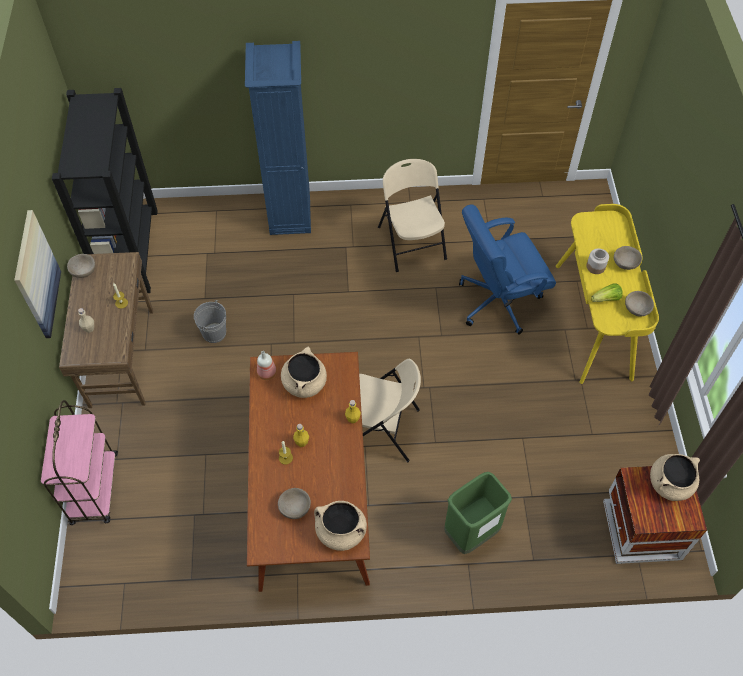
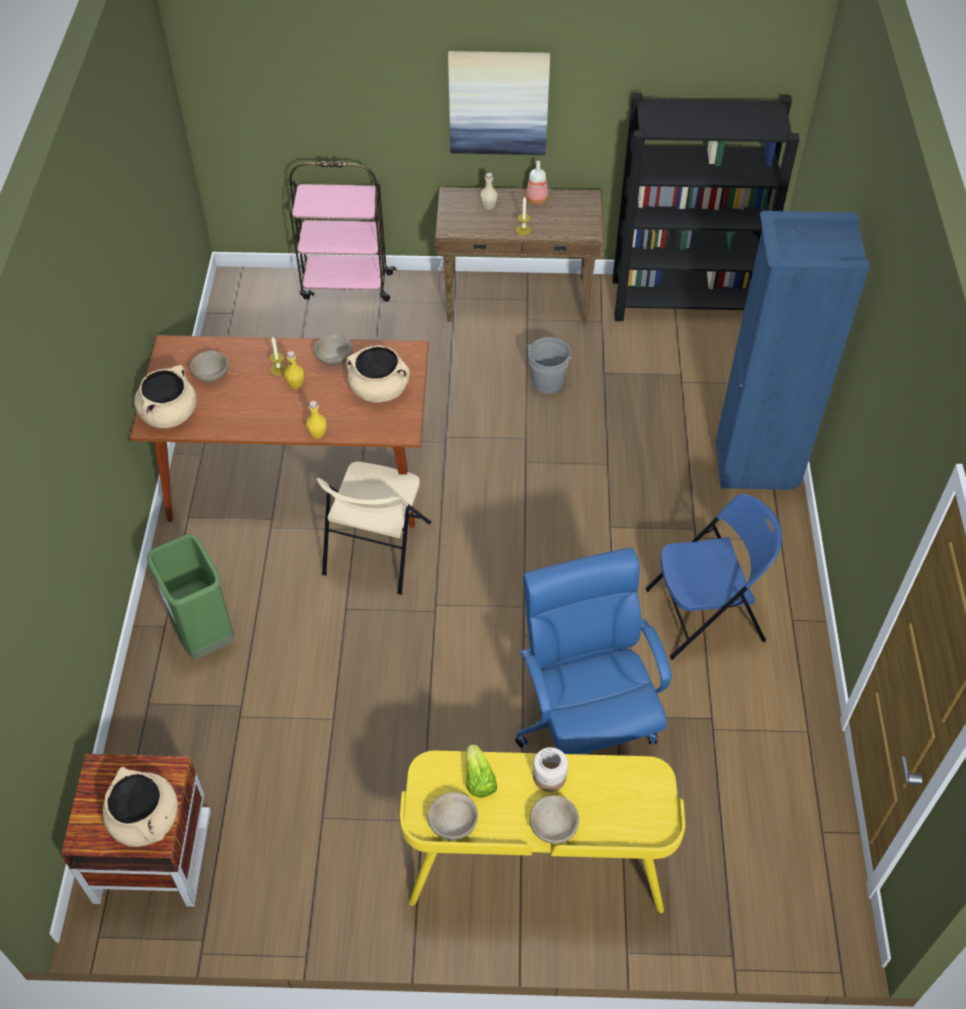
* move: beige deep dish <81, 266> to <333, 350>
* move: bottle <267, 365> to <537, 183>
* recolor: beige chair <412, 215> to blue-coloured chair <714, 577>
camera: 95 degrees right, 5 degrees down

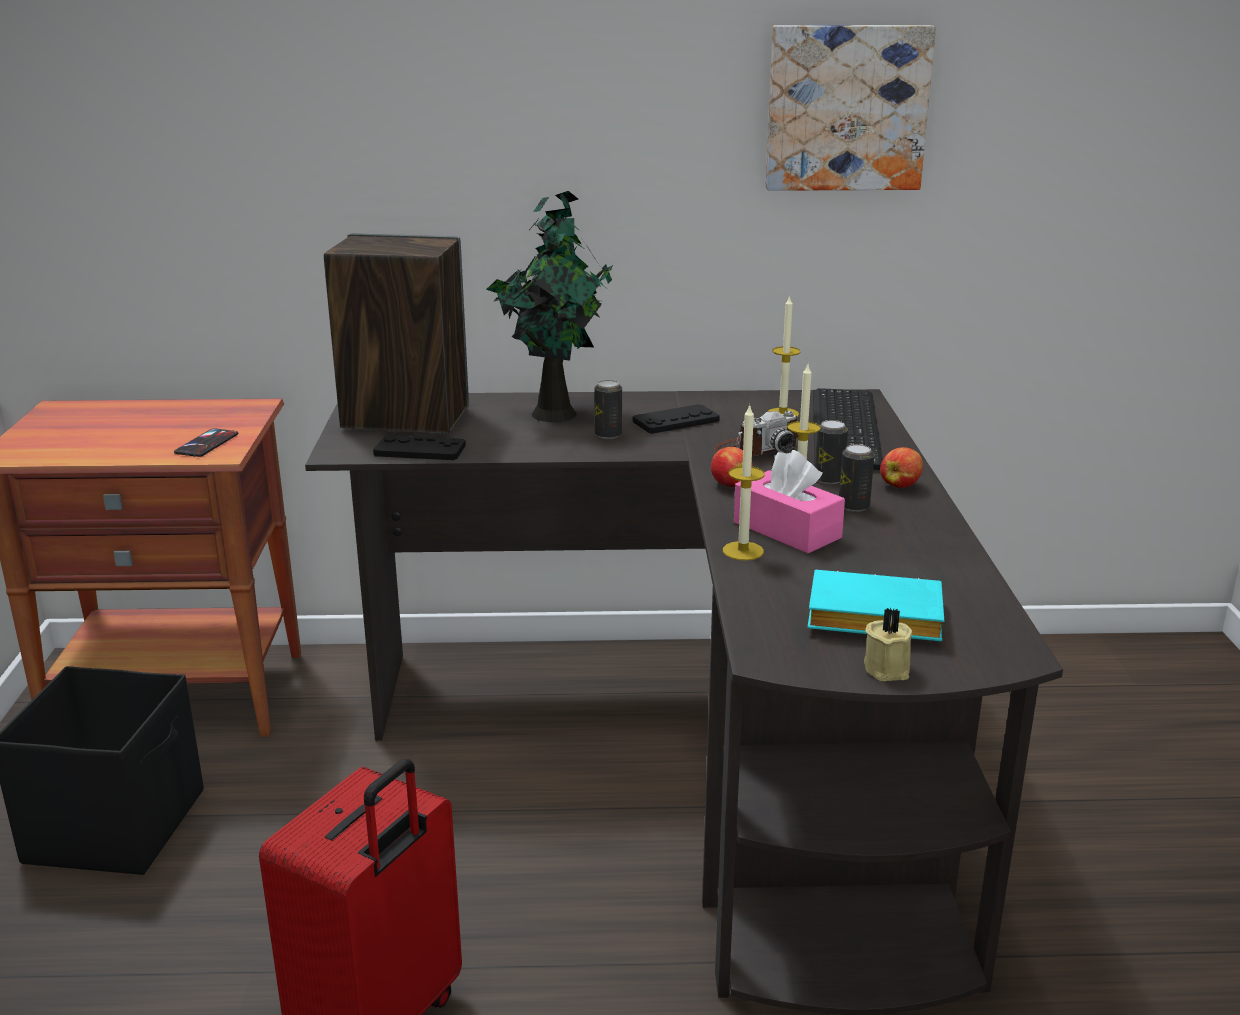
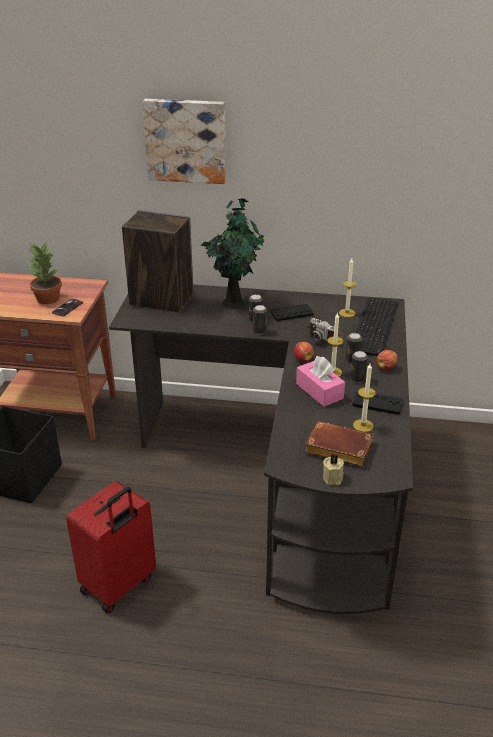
* insert: plant in a pot <44, 273>
* insert: metal can <260, 319>
* move: black gamepad <419, 447> to <377, 403>
* move: wax candle <744, 482> to <364, 397>
* move: picture <850, 108> to <184, 141>
* recolor: turquoise-coloured book <875, 605> to brown book <339, 444>
* rotate: still camera <756, 433> = <325, 330> 60 degrees clockwise
camera: 10 degrees right, 10 degrees up

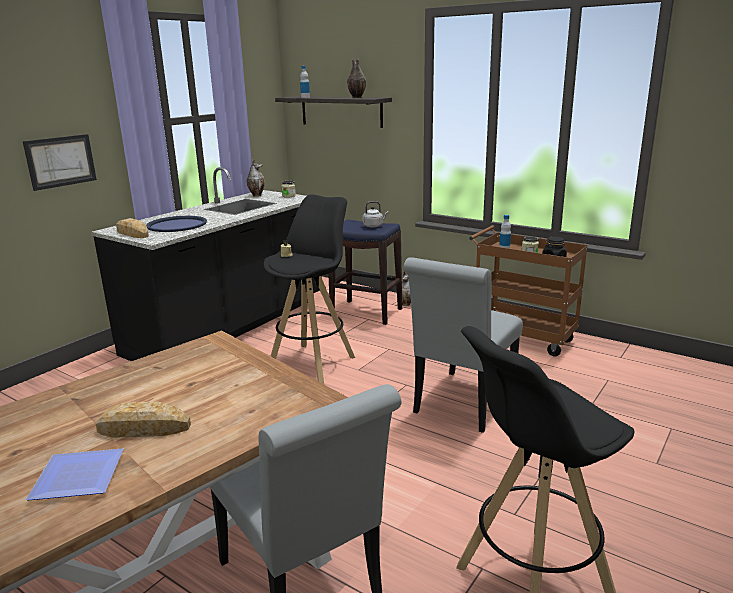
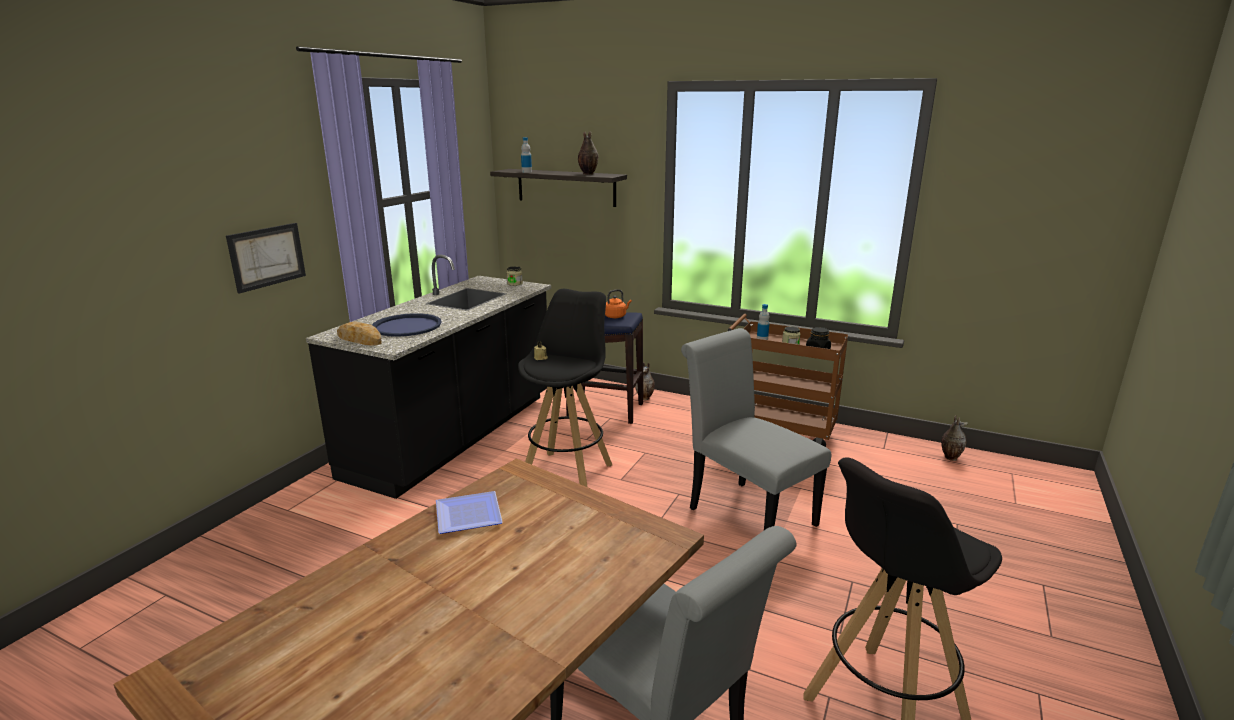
* delete: baked bread <143, 420>
* move: flat dish <74, 474> to <469, 512>
* move: vase <256, 178> to <954, 438>
* recolor: grey water kettle <375, 214> to orangey water kettle <618, 303>
* rotate: grey chair <463, 345> = <756, 429> 120 degrees clockwise
camera: 10 degrees left, 0 degrees up

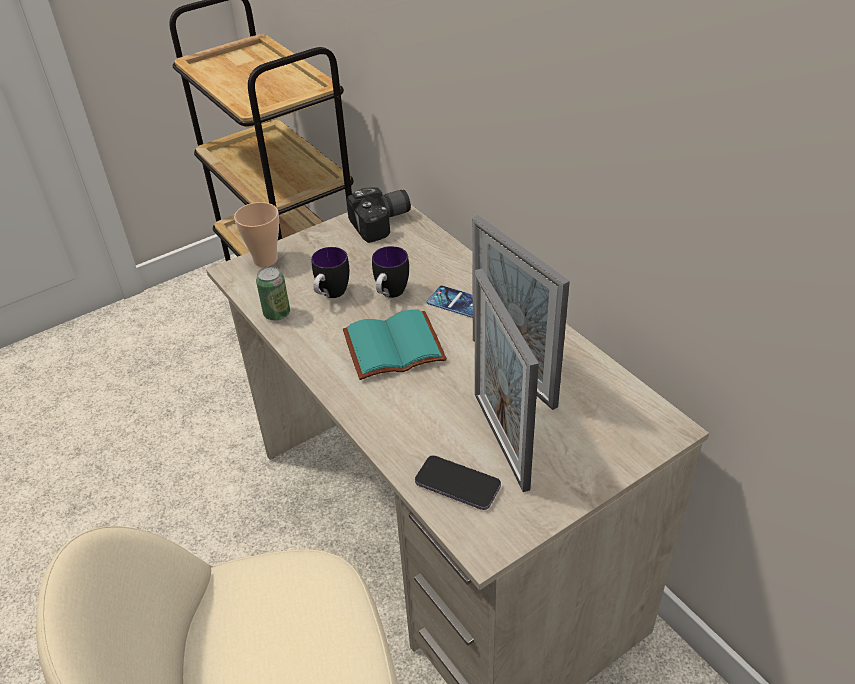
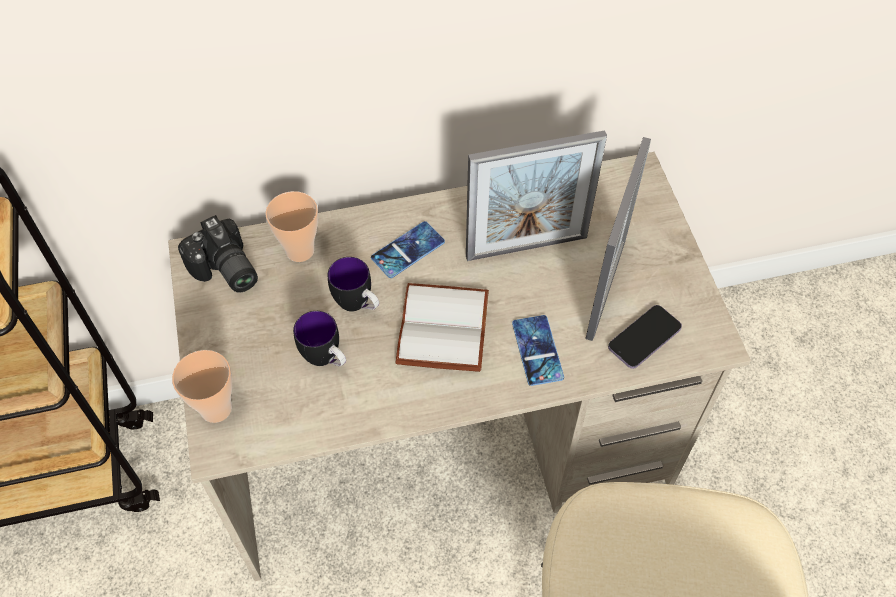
* delete: metal can <273, 293>
* insert: cup <291, 226>
* insert: handset <538, 350>
* recolor: turquoise-coloured book <395, 344> to white book <442, 327>
* rotate: still camera <378, 215> = <218, 254> 150 degrees clockwise
* rotate: photo frame <507, 380> = <618, 239> 75 degrees counterclockwise
camera: 70 degrees left, 15 degrees up

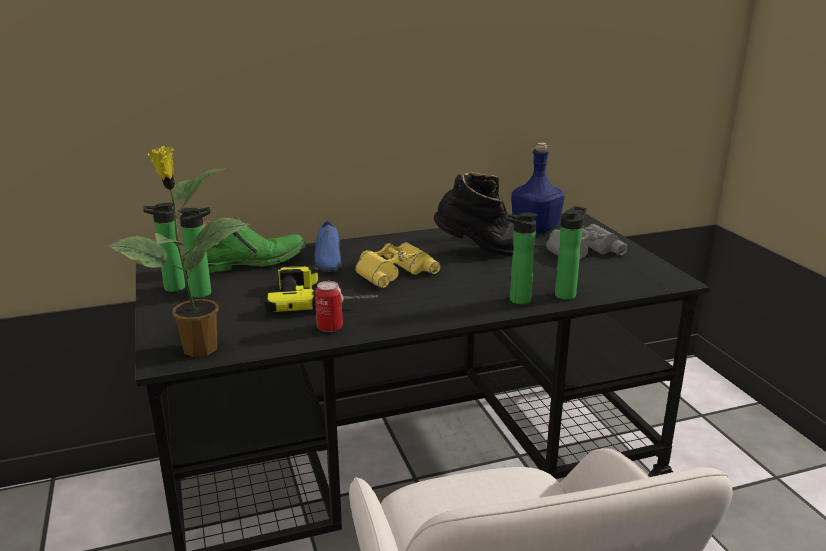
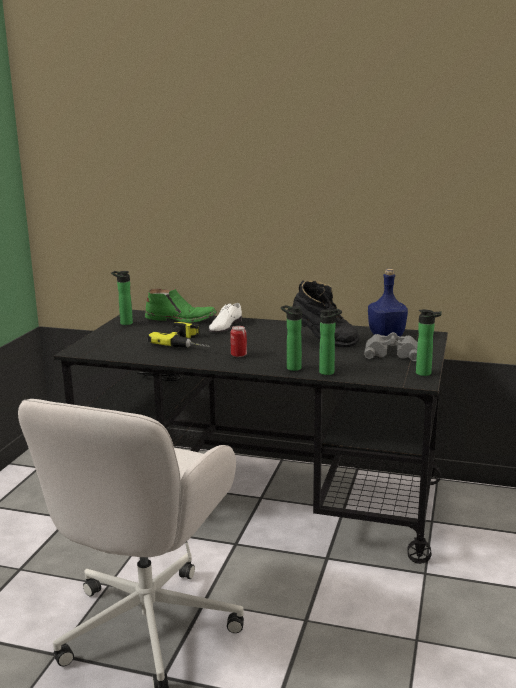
* delete: plant in a pot <178, 251>
* delete: yellow field glasses <397, 265>
* move: bottle <194, 252> to <429, 342>
* move: metal can <329, 306> to <238, 341>
* recolor: blue-coloured shoe <328, 246> to white shoe <225, 317>
camera: 35 degrees right, 5 degrees down

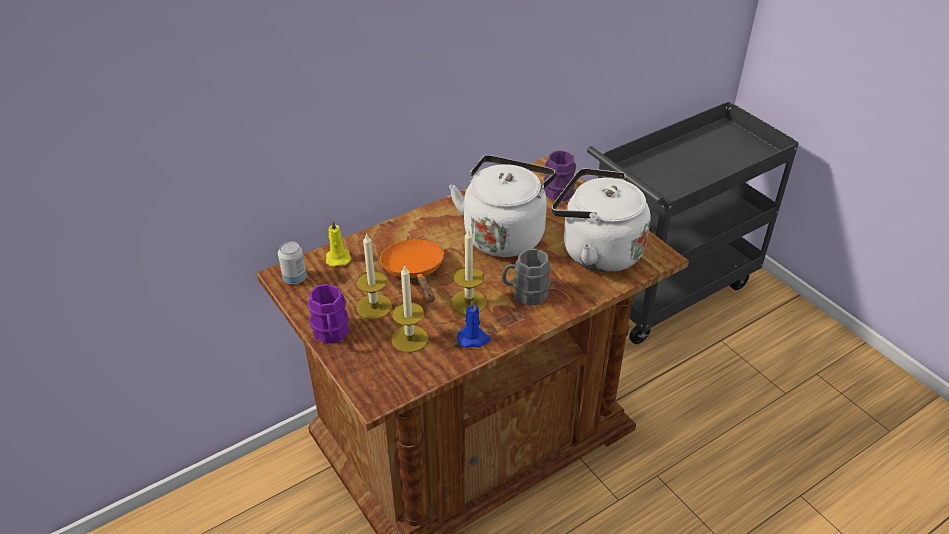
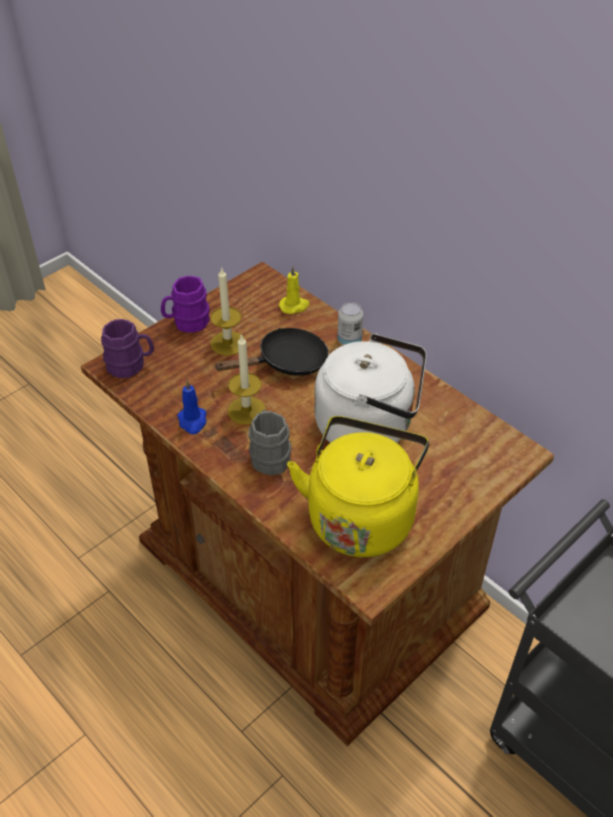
* delete: wax candle <409, 308>
* move: metal can <292, 262> to <350, 323>
* move: purple-coloured mug <560, 175> to <127, 348>
* recolor: orangey frying pan <411, 270> to black frying pan <271, 352>
* recolor: white water kettle <601, 220> to yellow water kettle <358, 486>
camera: 80 degrees right, 5 degrees up

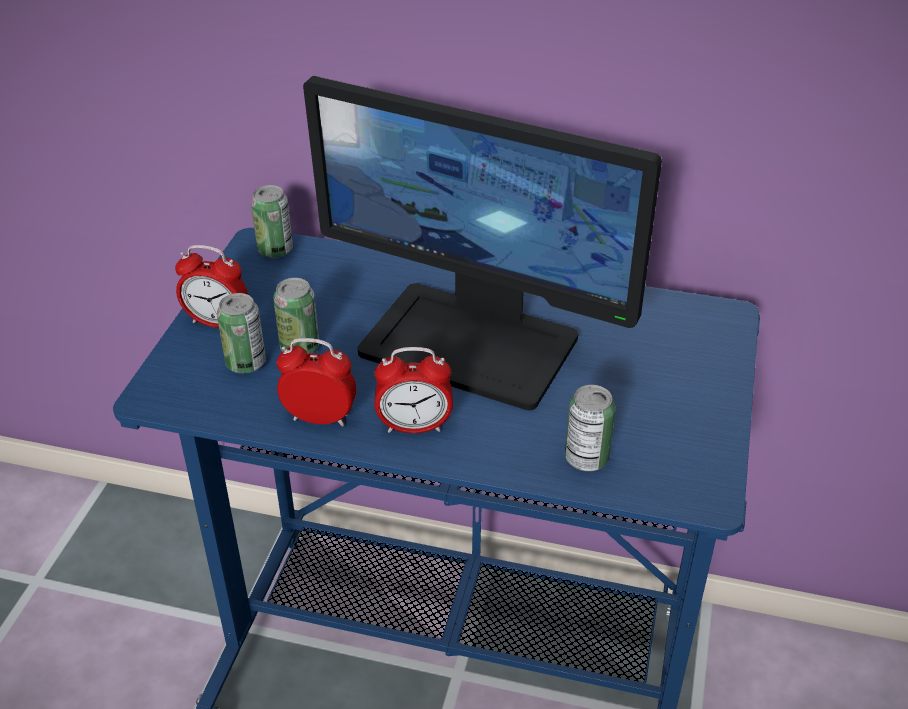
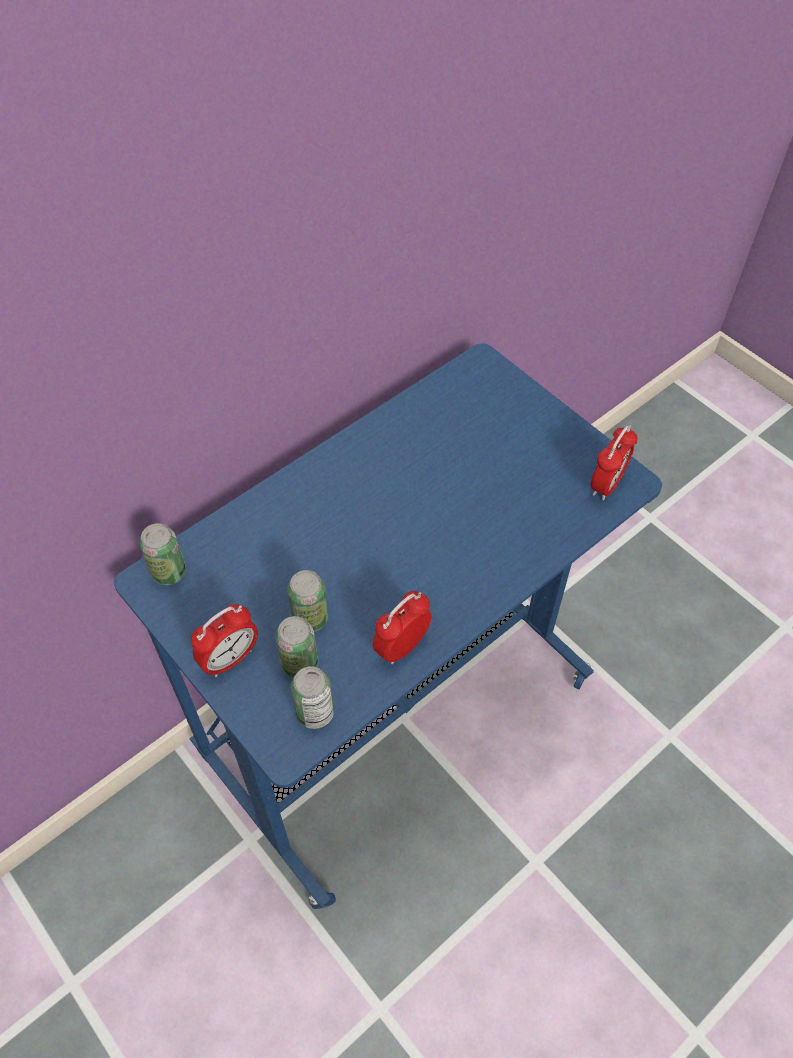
* delete: computer screen <482, 243>
* move: bedside clock <414, 390> to <614, 463>
* move: metal can <590, 428> to <312, 697>
camera: 55 degrees left, 15 degrees up

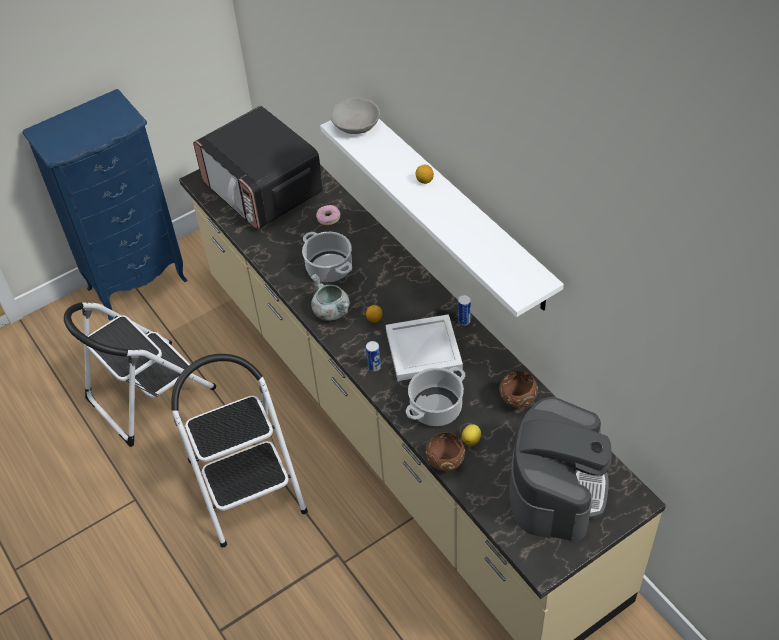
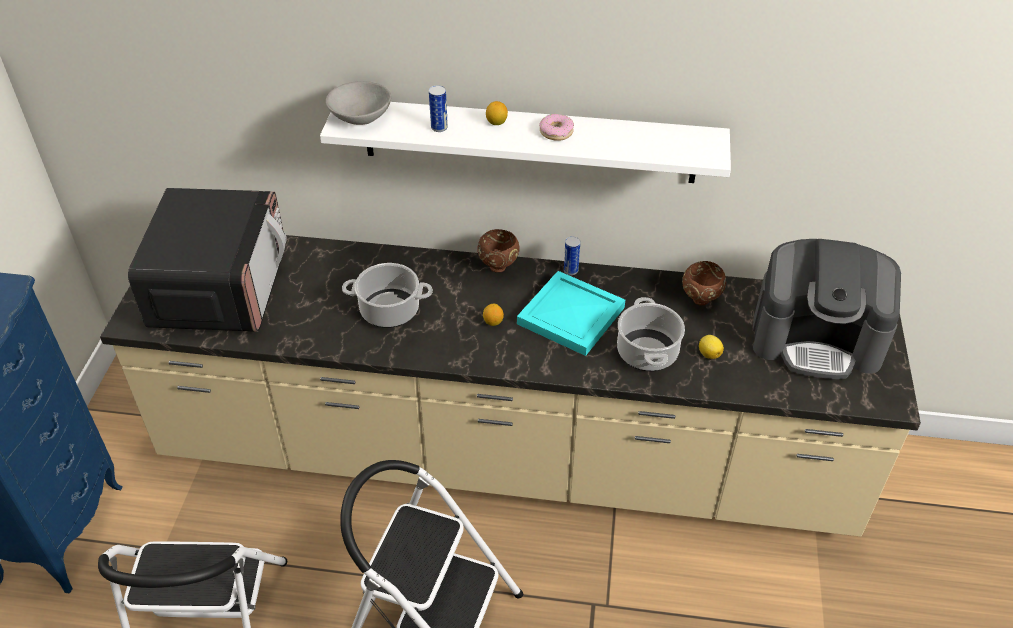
* delete: grey cooking pot <330, 297>
* move: doughnut <328, 215> to <556, 127>
* move: metal can <373, 356> to <438, 108>
* move: brown deep dish <445, 452> to <498, 251>
* recolor: white carrying tray <424, 347> to turquoise-coloured carrying tray <571, 313>
* rotate: microwave oven <258, 168> = <207, 260> 90 degrees counterclockwise
* rotate: coffee brewer <561, 469> = <827, 309> 135 degrees clockwise
camera: 50 degrees left, 5 degrees down

